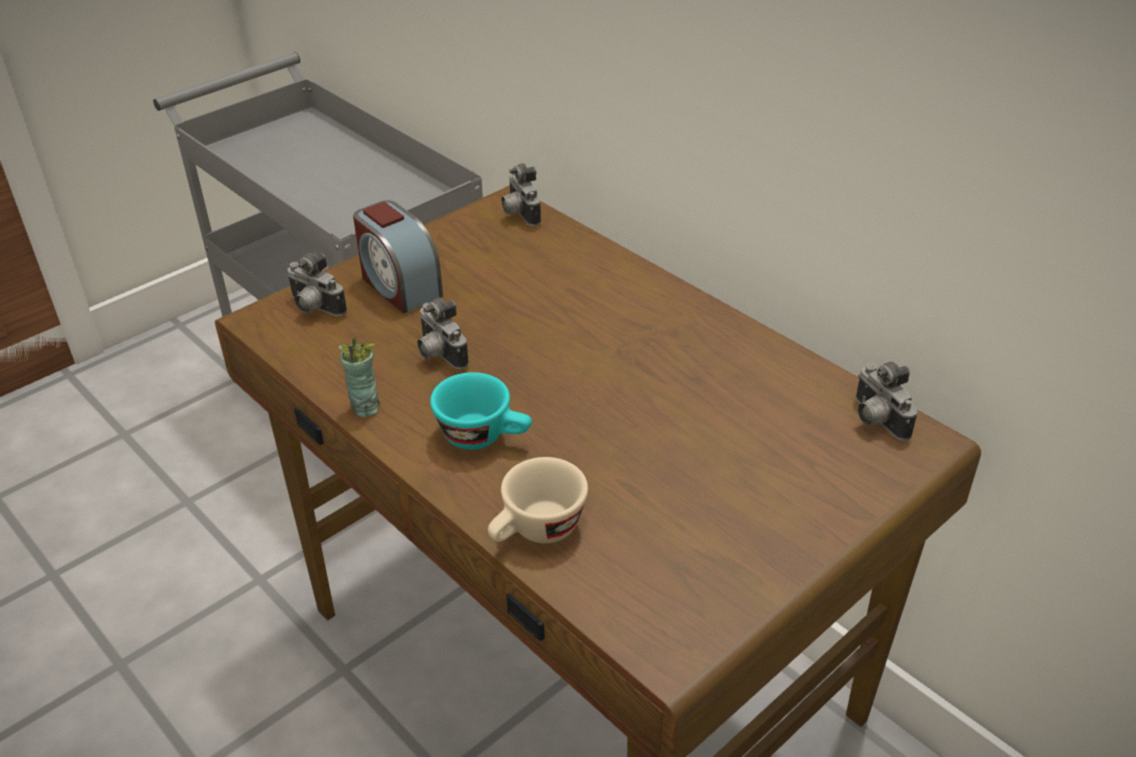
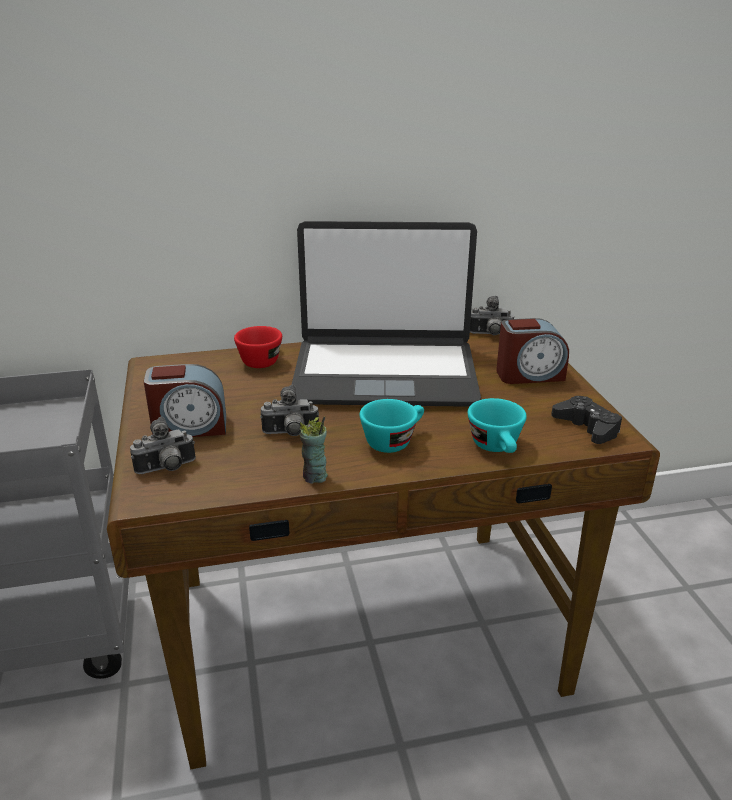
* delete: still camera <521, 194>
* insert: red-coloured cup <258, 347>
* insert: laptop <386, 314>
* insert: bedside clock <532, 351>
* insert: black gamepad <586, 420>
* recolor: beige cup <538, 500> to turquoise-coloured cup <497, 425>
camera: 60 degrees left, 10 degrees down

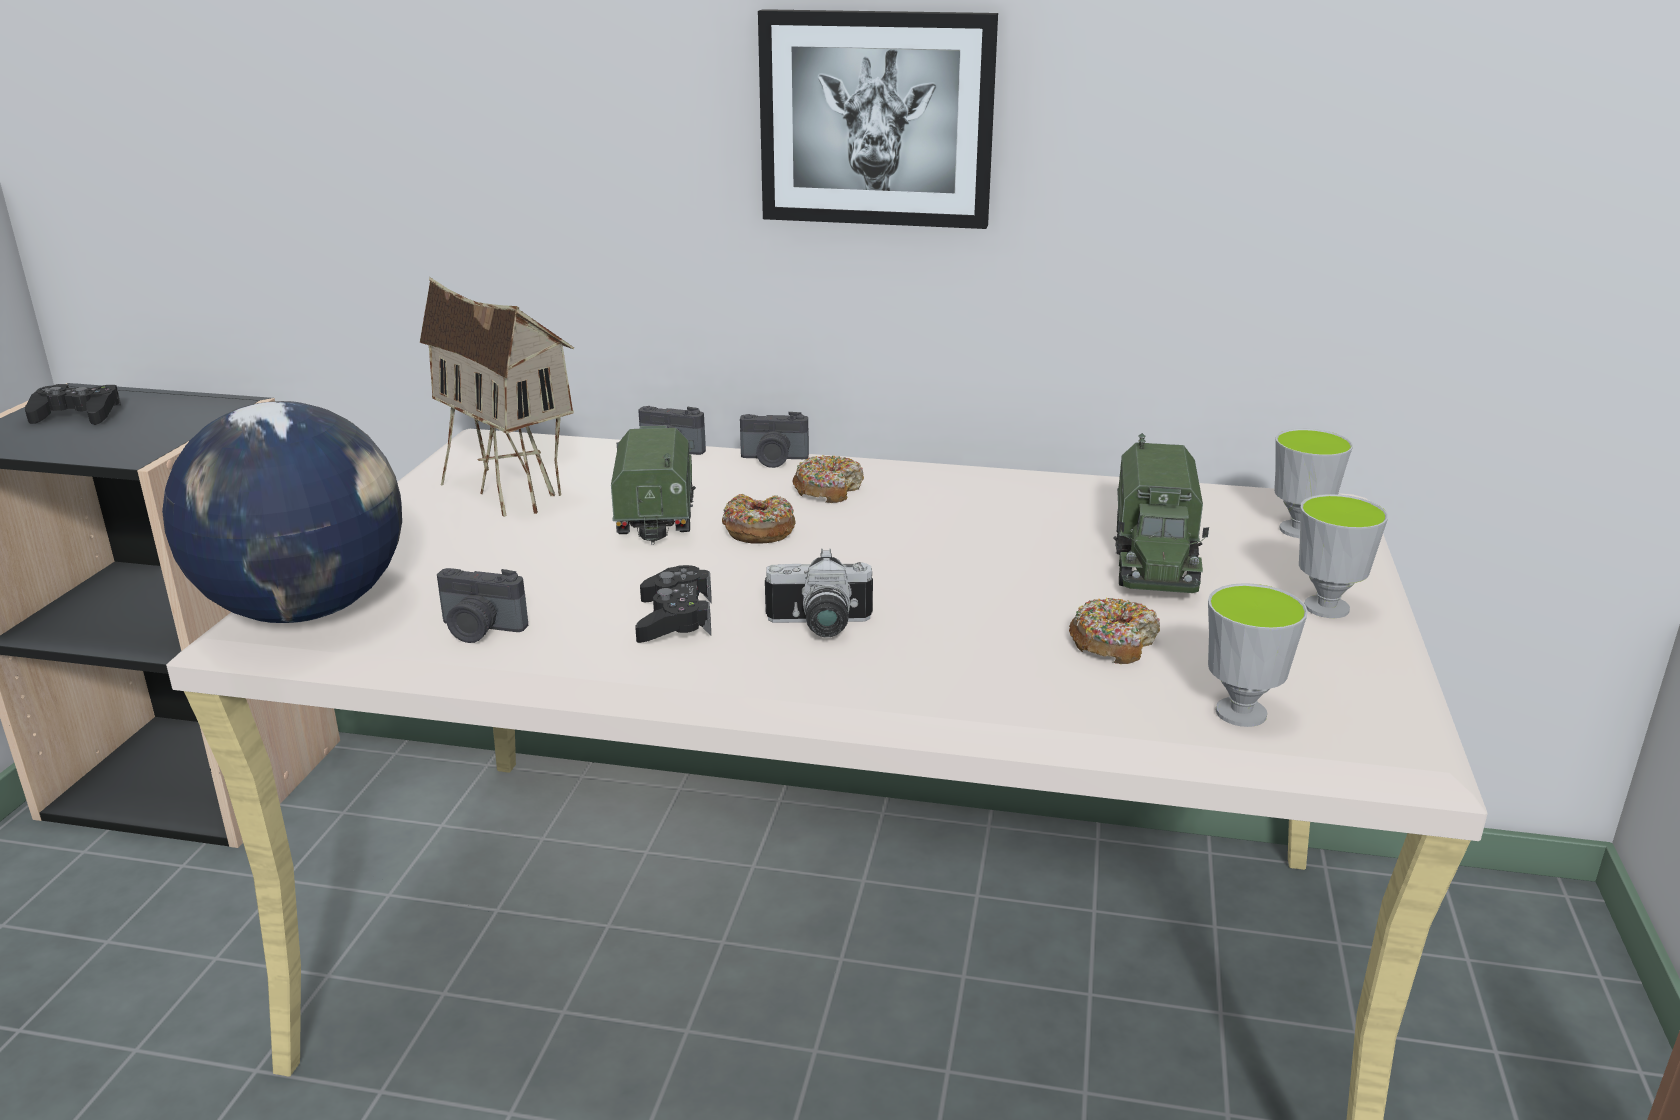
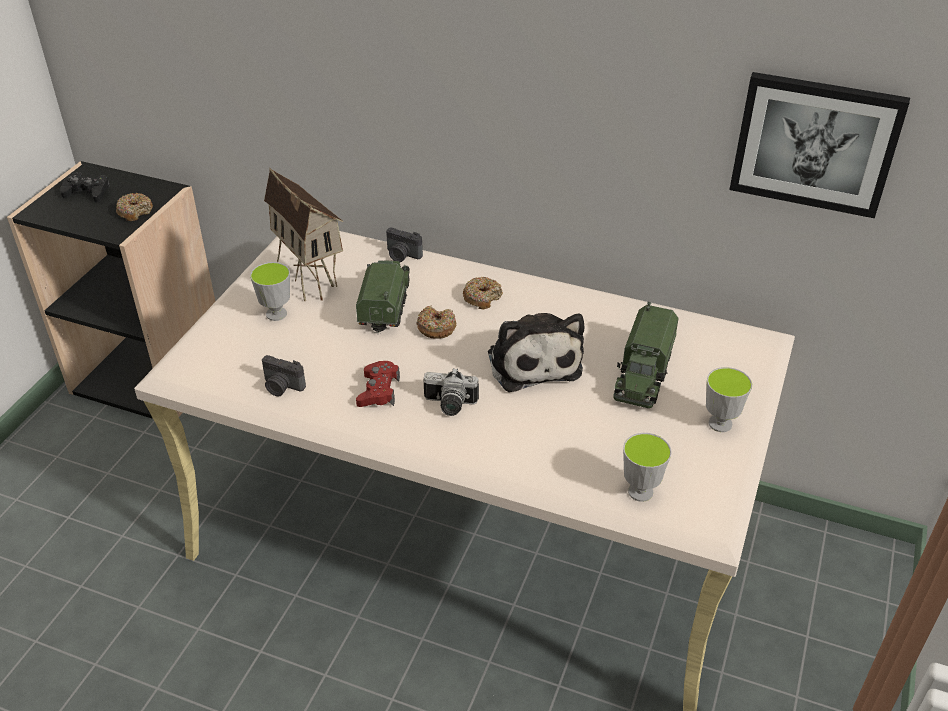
* delete: desk globe <282, 512>
* delete: still camera <774, 440>
* insert: cuddly toy <536, 352>
* move: picture <878, 119> to <819, 145>
* move: doughnut <1114, 630> to <134, 207>
* move: cup <1313, 483> to <270, 291>
* recolor: black gamepad <673, 604> to red-coloured gamepad <378, 384>
camera: 10 degrees right, 15 degrees up

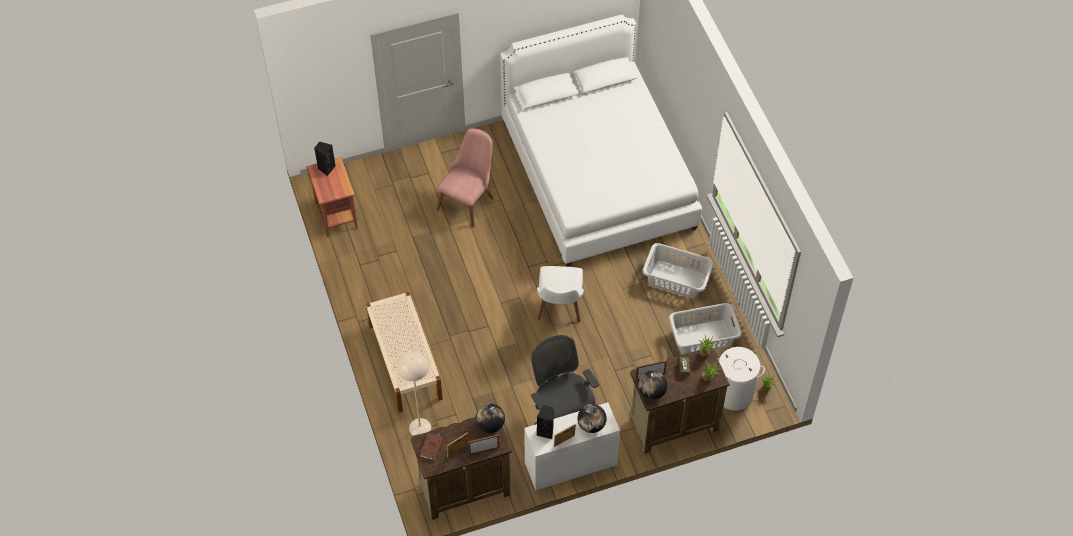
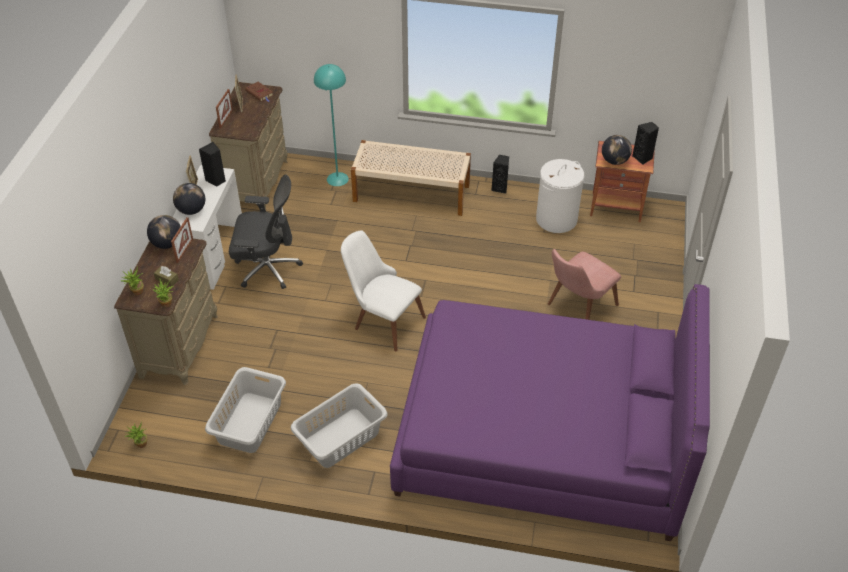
* insert: black audio speaker <500, 174>
* move: desk globe <490, 418> to <617, 150>
* move: white hamper <741, 378> to <560, 196>
* recolor: beige floor lamp <414, 393> to turquoise-coloured floor lamp <331, 125>
* recolor: white bedroom bed <601, 140> to purple-coloured bedroom bed <550, 412>
* rotate: pinkish chair <464, 178> = <584, 284> 75 degrees clockwise
camera: 120 degrees right, 10 degrees down

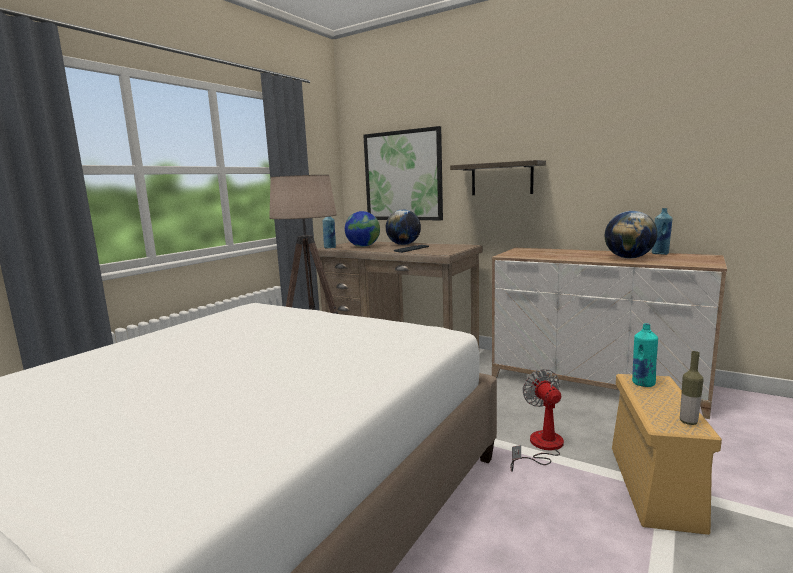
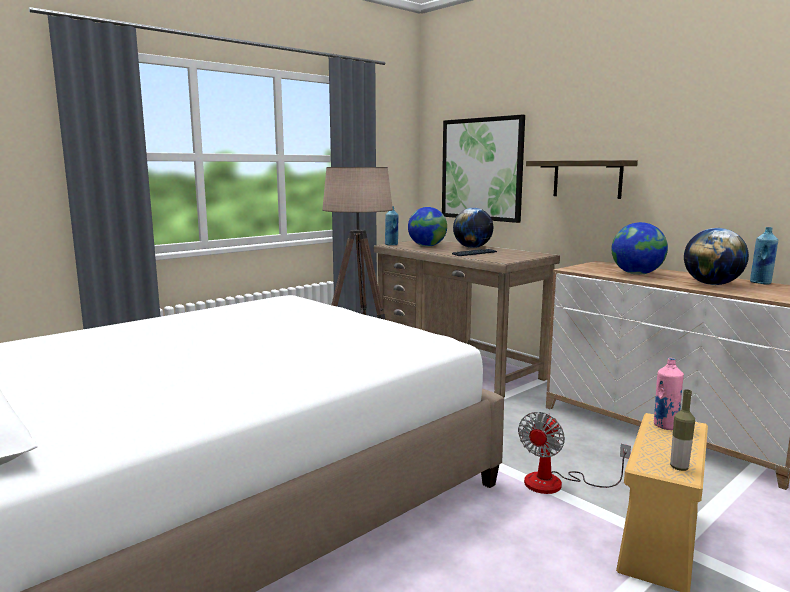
* insert: desk globe <640, 248>
* recolor: turquoise-coloured bottle <645, 355> to pinkish bottle <669, 394>
* rotate: cooling fan <537, 420> = <574, 453> 150 degrees counterclockwise
camera: 15 degrees right, 0 degrees up

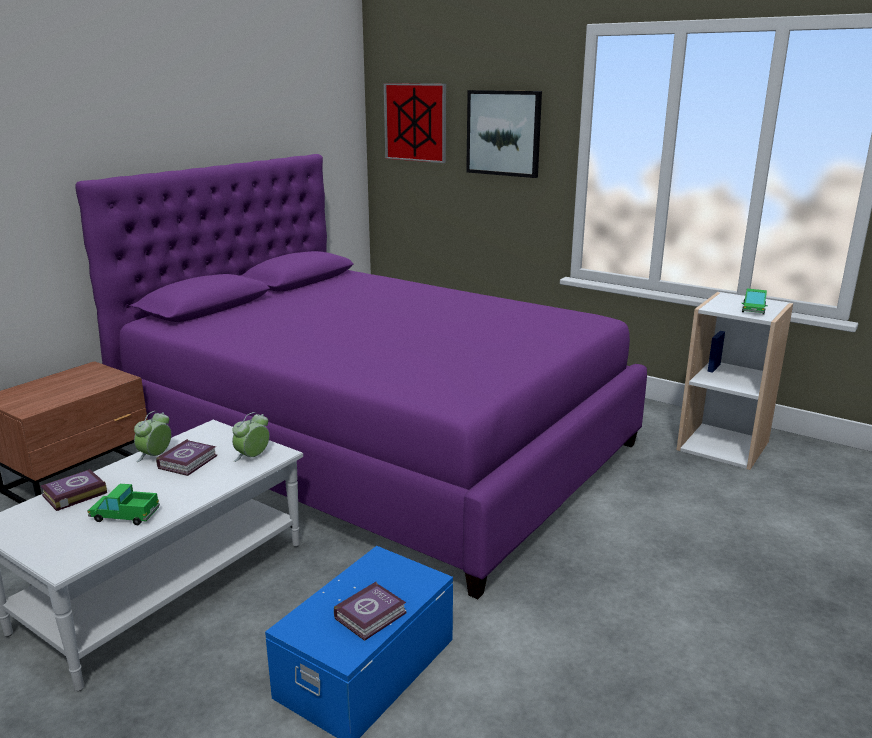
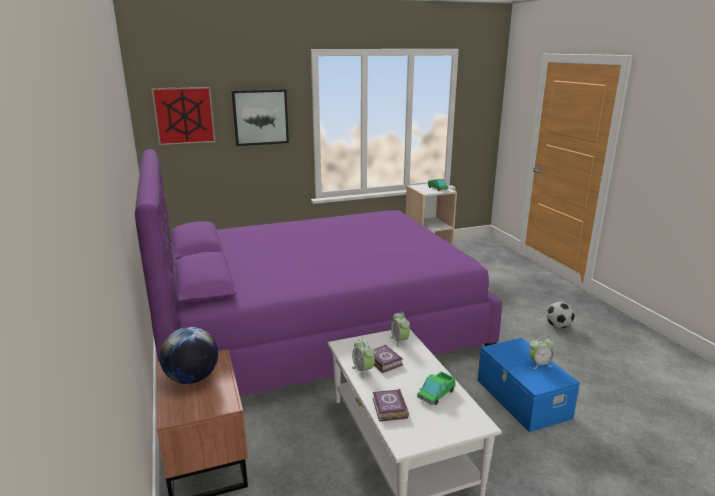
* insert: desk globe <188, 355>
* insert: ball for football <560, 315>
* replace: book <370, 611> to bedside clock <542, 352>
camera: 55 degrees left, 0 degrees up

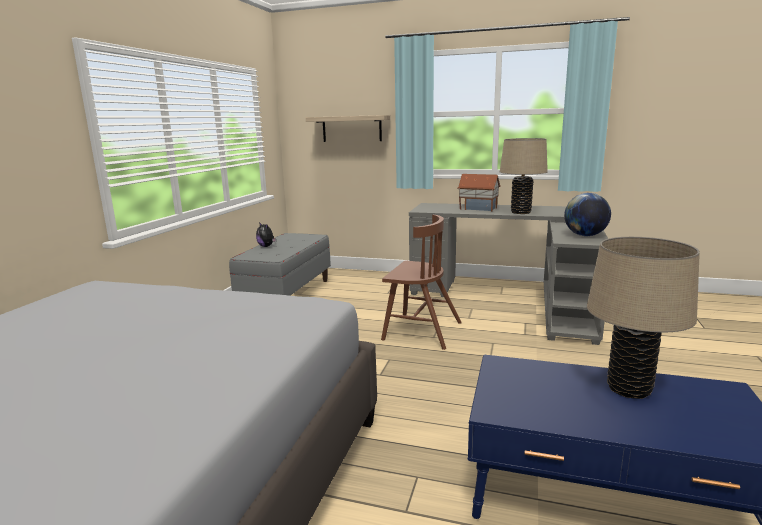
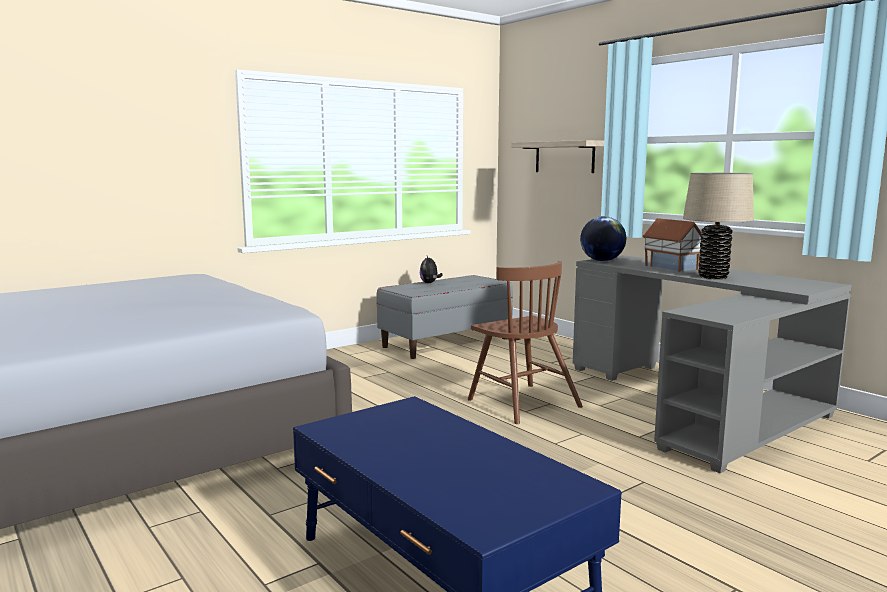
* delete: beige lamp for a table <643, 318>
* move: desk globe <587, 214> to <603, 238>
camera: 35 degrees right, 5 degrees down

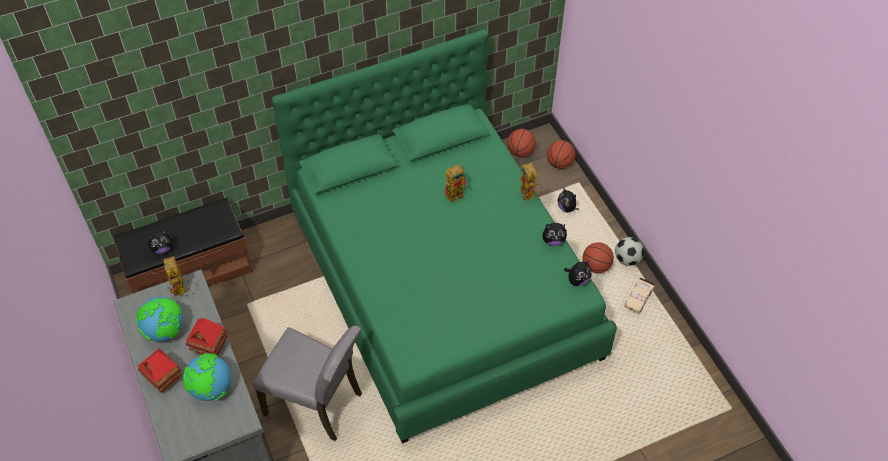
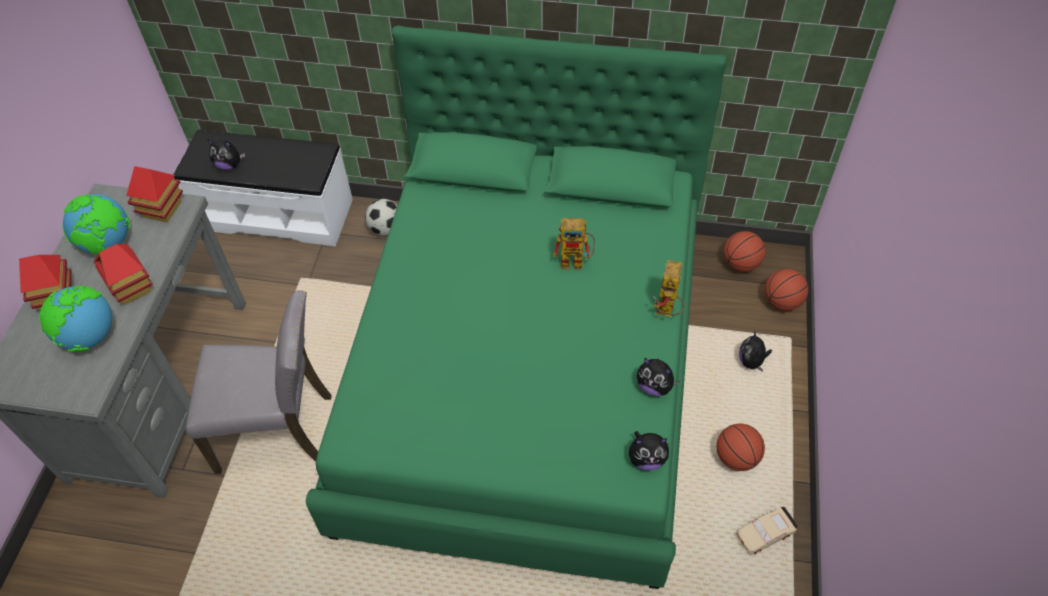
* move: ball for football <629, 251> to <381, 217>
* replace: toy robot <176, 276> to miniature house <154, 194>
* recolor: brown long seat <183, 245> to white long seat <263, 188>
* rotate: grey chair <307, 383> = <258, 382> 60 degrees counterclockwise
camera: 35 degrees right, 0 degrees up

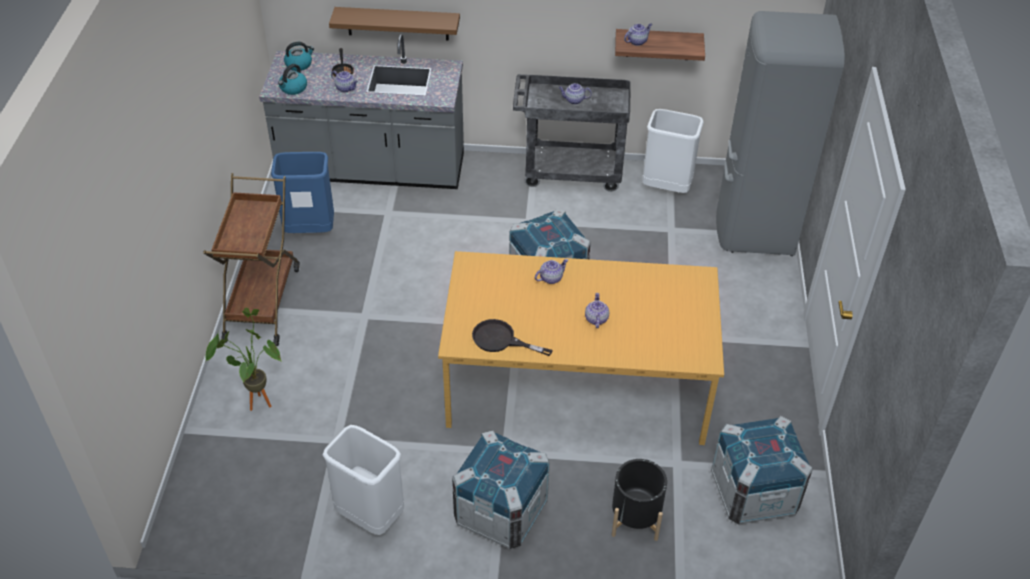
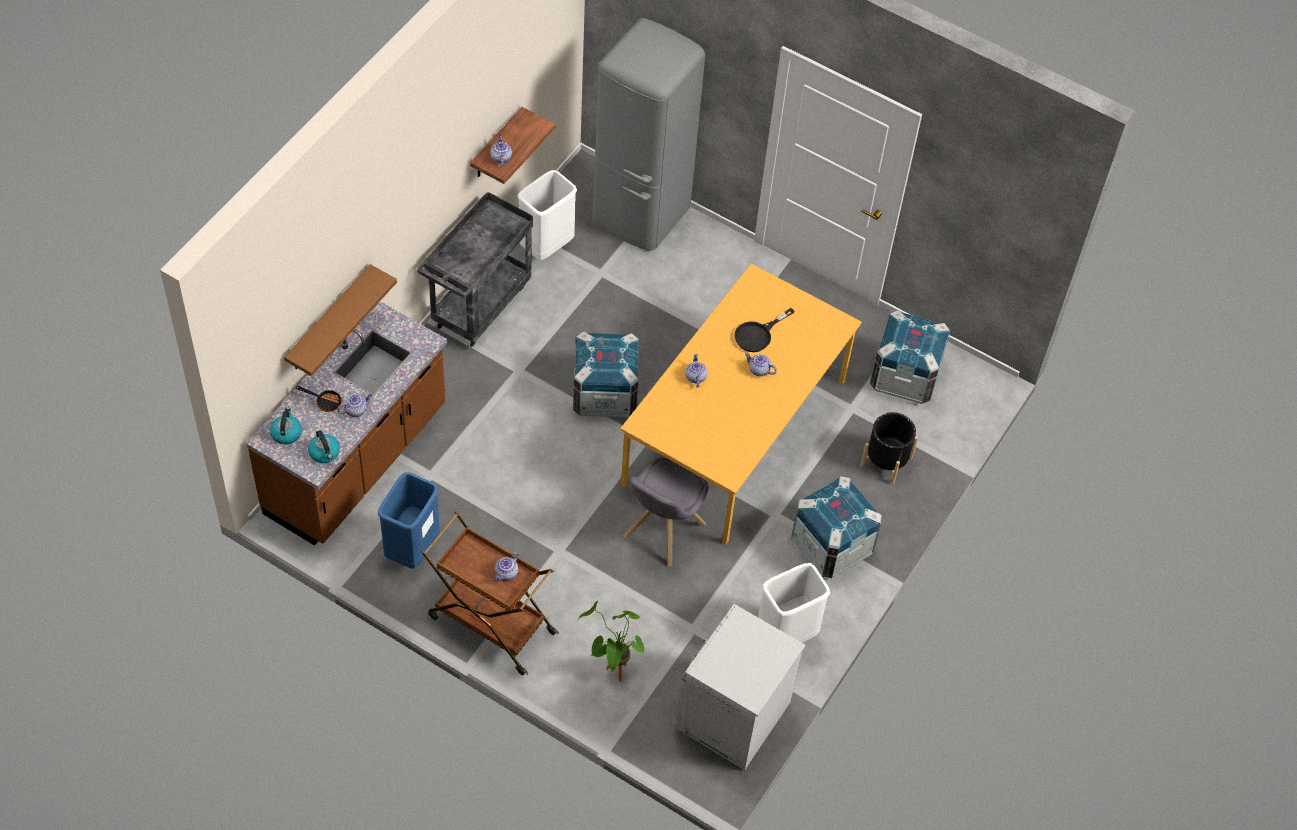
* insert: grey chair <666, 512>
* insert: white washing machine <740, 687>
* move: black frying pan <512, 337> to <764, 330>
* move: pot for tea <575, 93> to <506, 566>
* recolor: grey kitchen counter <361, 111> to brown kitchen counter <346, 424>
camera: 65 degrees left, 10 degrees up

